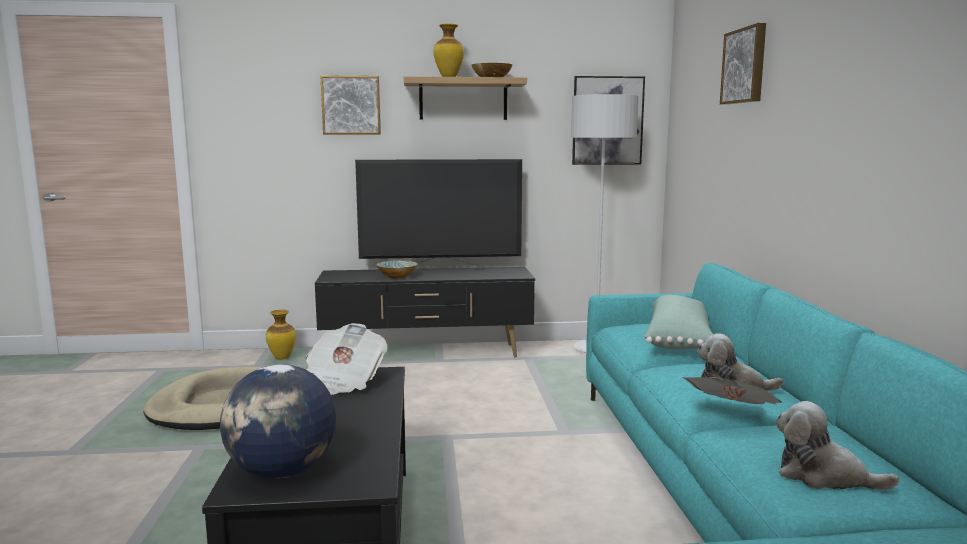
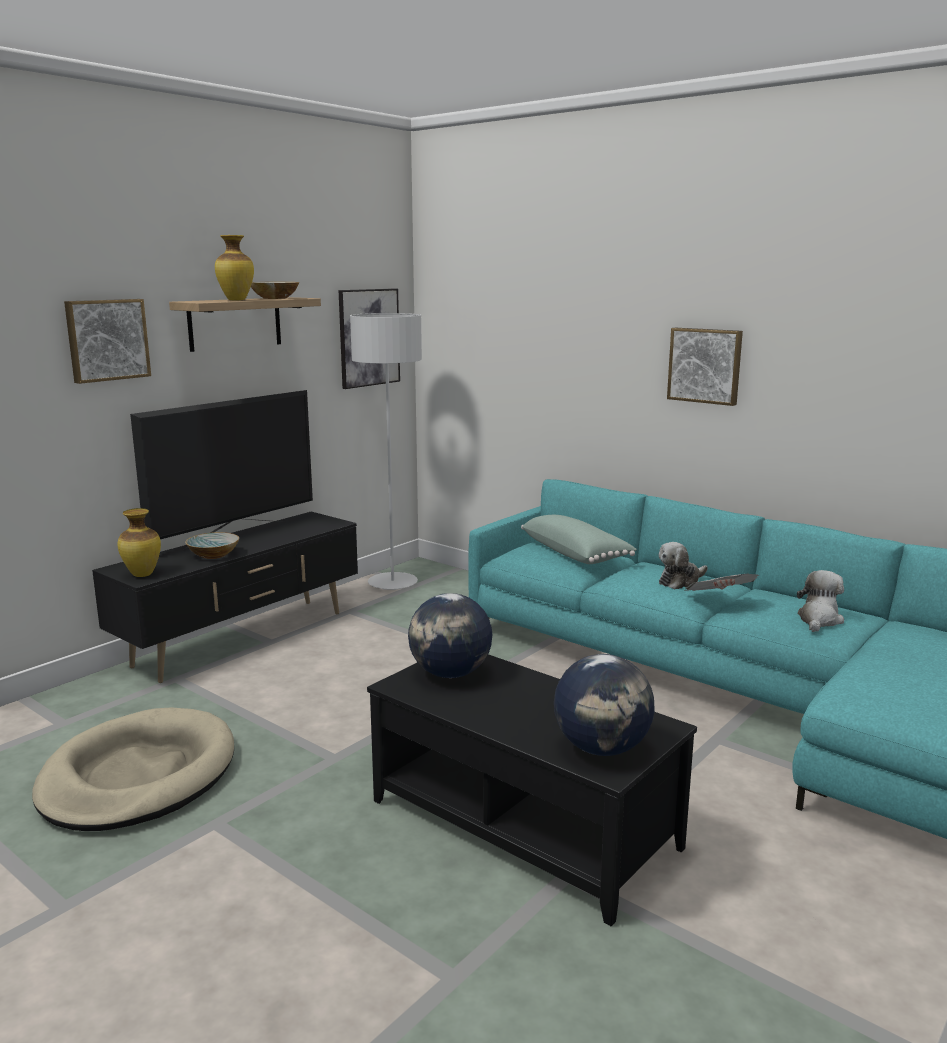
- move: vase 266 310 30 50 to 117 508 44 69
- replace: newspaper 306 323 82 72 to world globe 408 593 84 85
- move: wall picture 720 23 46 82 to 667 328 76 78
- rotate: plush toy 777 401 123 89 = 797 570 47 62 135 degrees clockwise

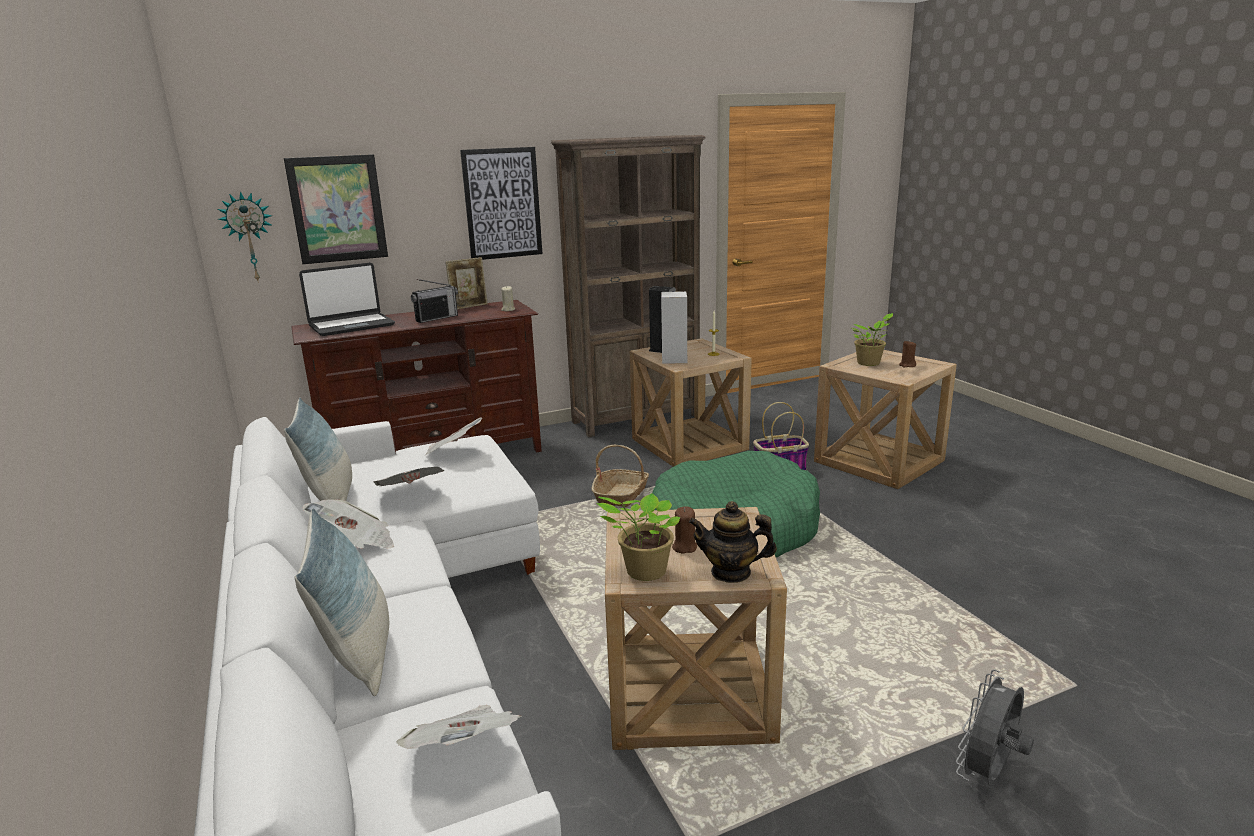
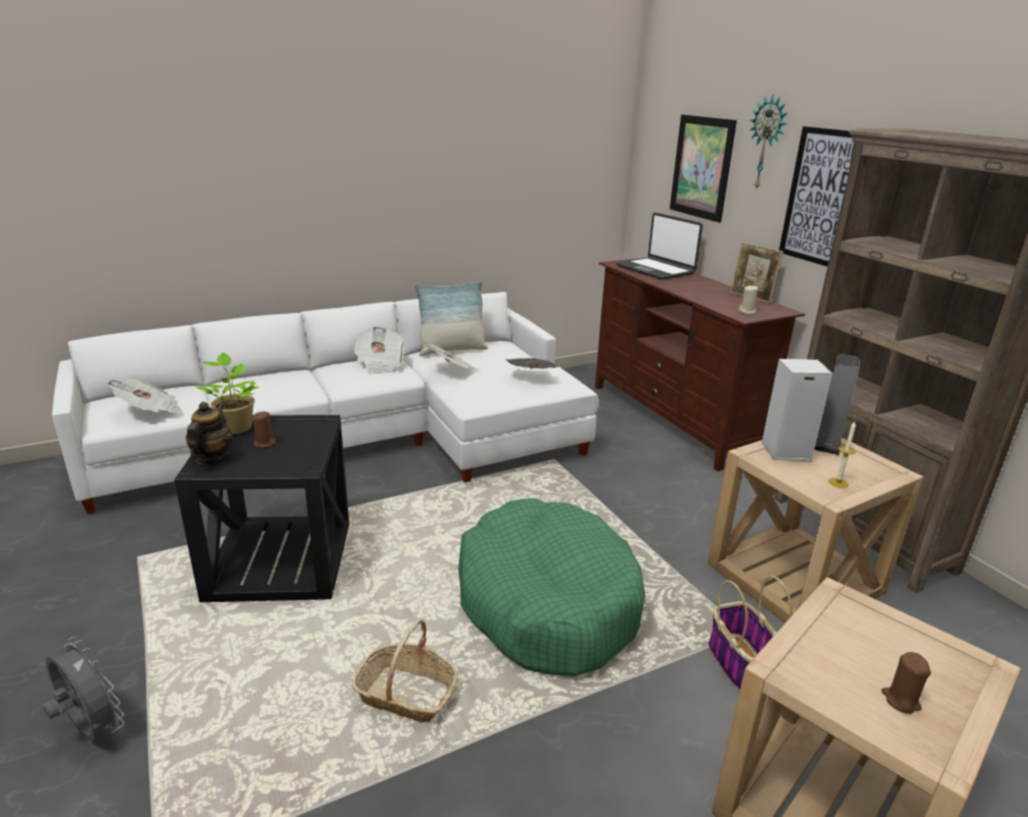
- move: wall clock 218 191 54 92 to 750 95 38 95
- delete: pillow 295 508 94 188
- delete: radio receiver 411 279 47 44
- move: storage basket 592 445 57 62 to 352 619 106 103
- recolor: end table in sand-coloured 605 507 182 243 to end table in blackish 174 415 176 187
- delete: plant in a pot 852 313 41 53

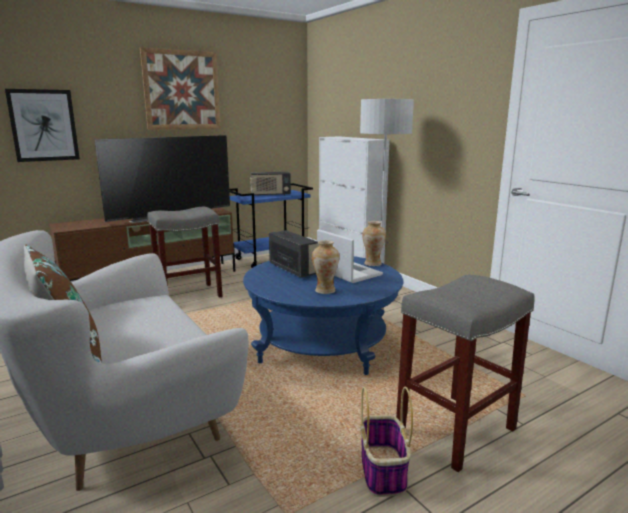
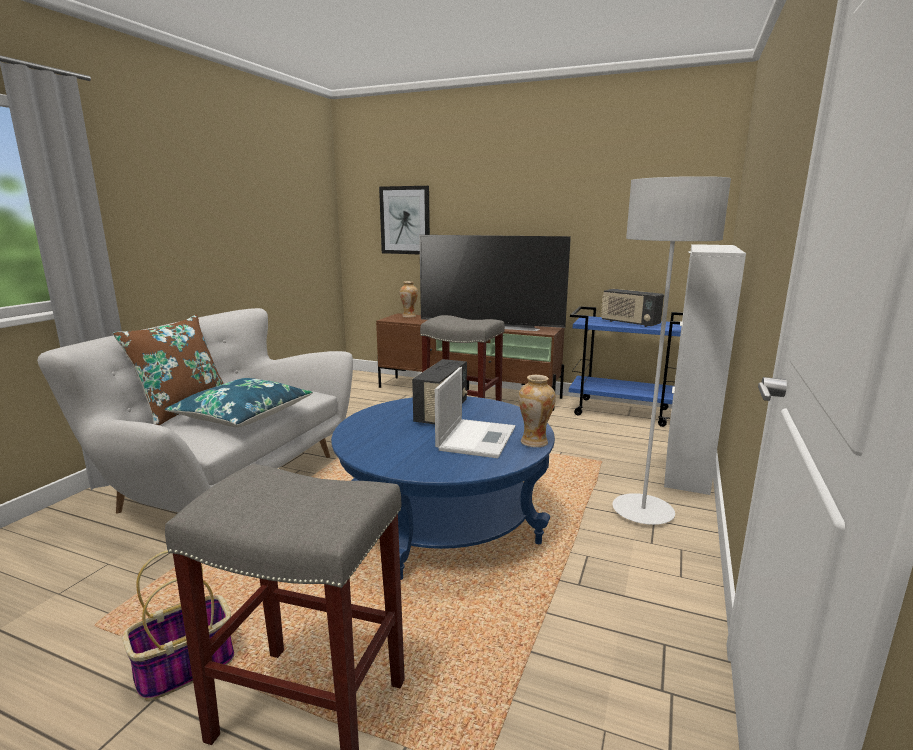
- delete: wall picture 140 47 81 83
- move: vase 312 240 27 54 to 399 281 19 37
- insert: pillow in blue 165 378 148 49

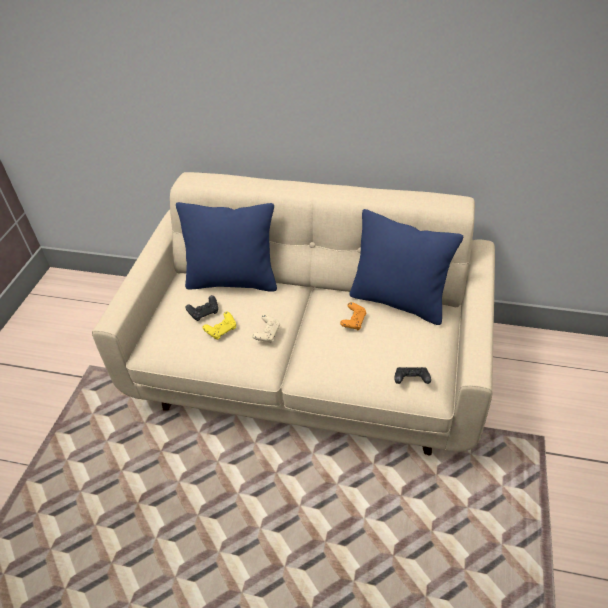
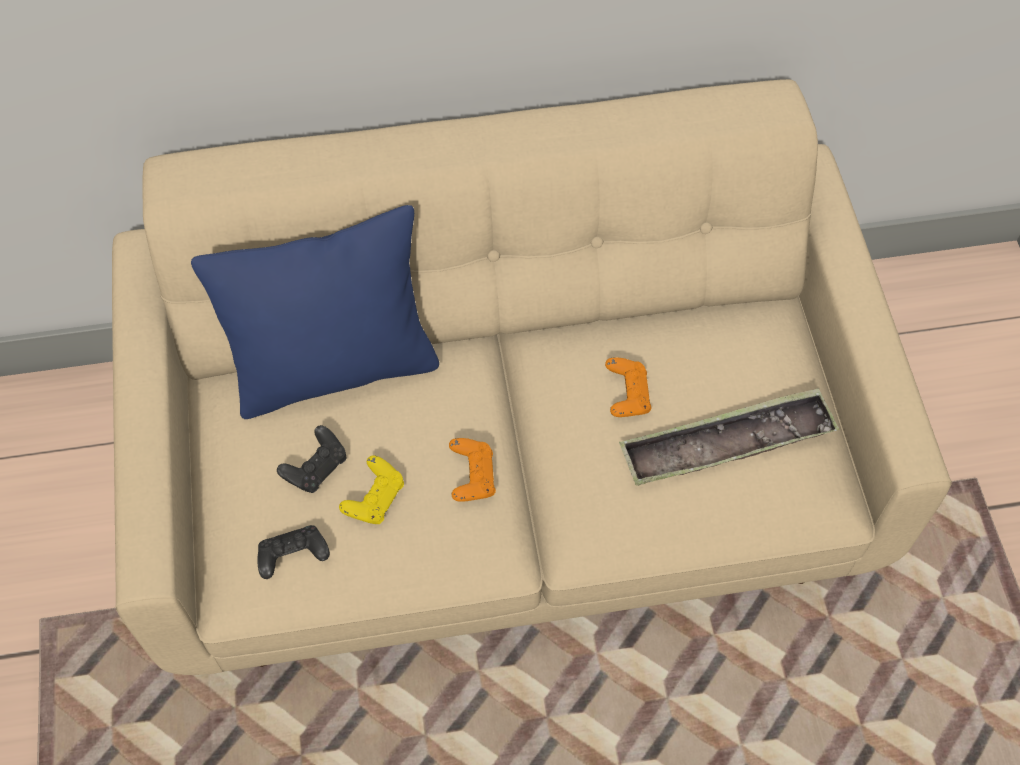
- recolor: game controller in sand-coloured 252 315 28 28 to game controller in orange-coloured 449 438 47 64
- delete: pillow in blue 349 209 114 116
- move: game controller in blackish 394 367 37 17 to 257 525 73 54
- insert: tray 619 388 221 98

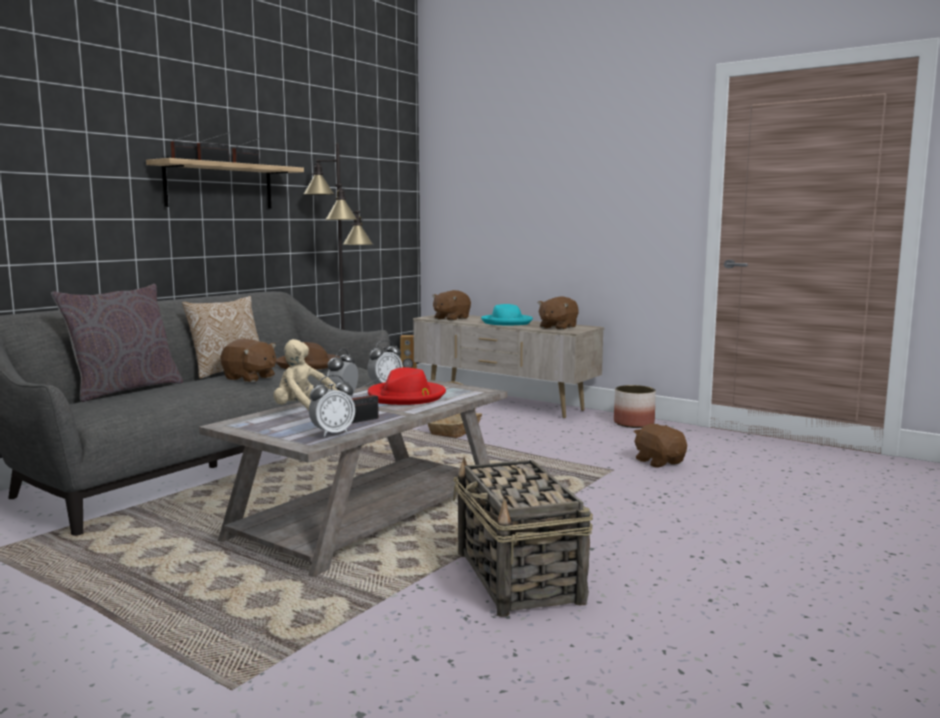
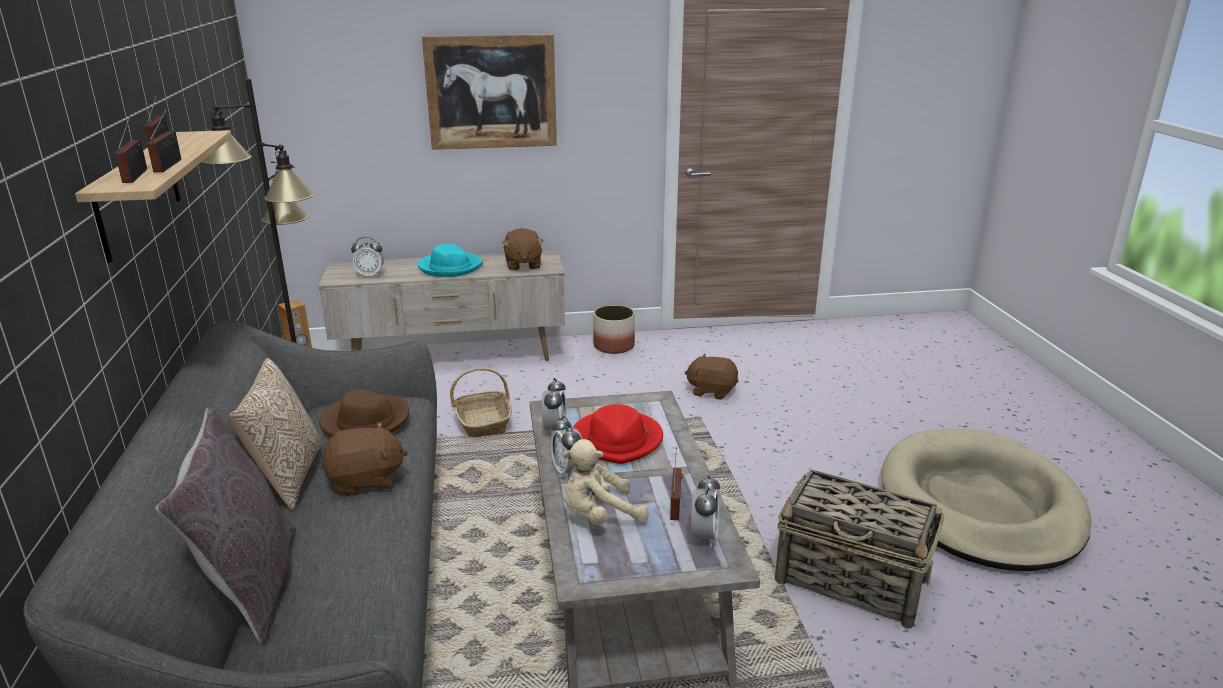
- replace: plush toy in brownish 432 290 39 31 to table clock 351 237 33 40
- insert: wall picture 422 34 135 116
- insert: dog bed in sand-coloured 881 428 210 143

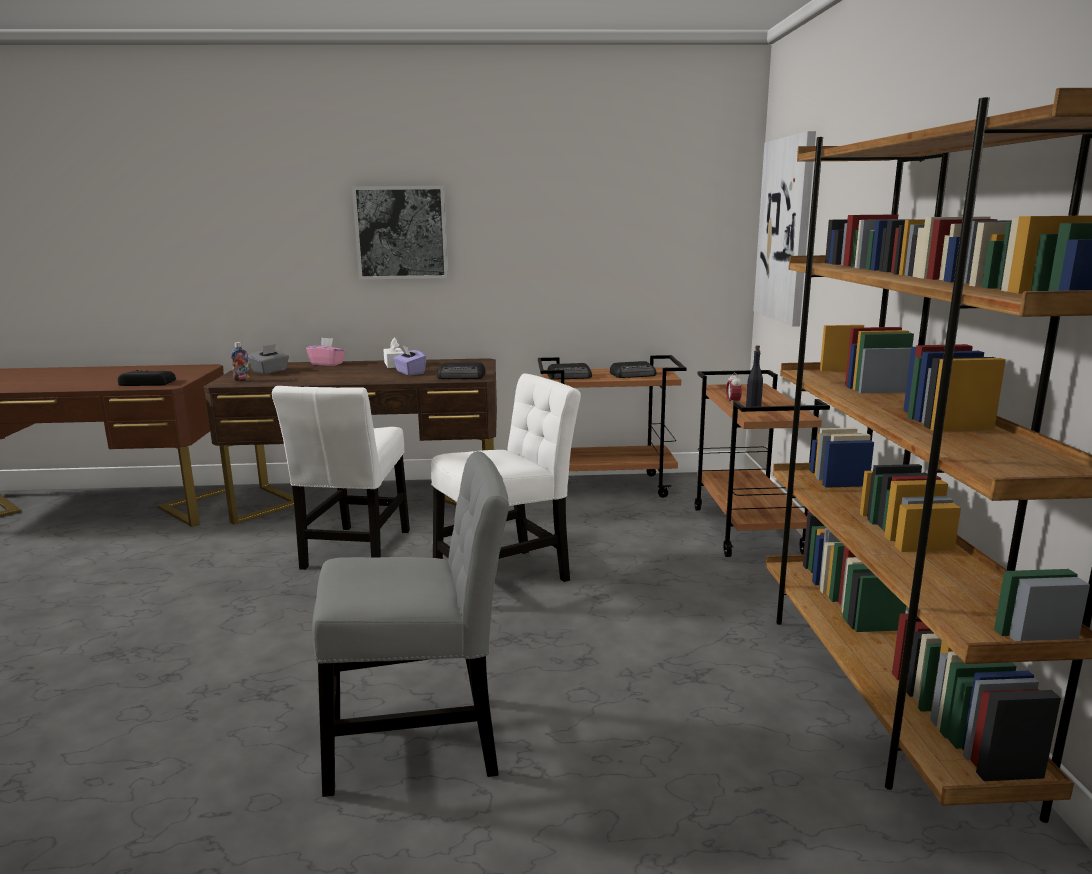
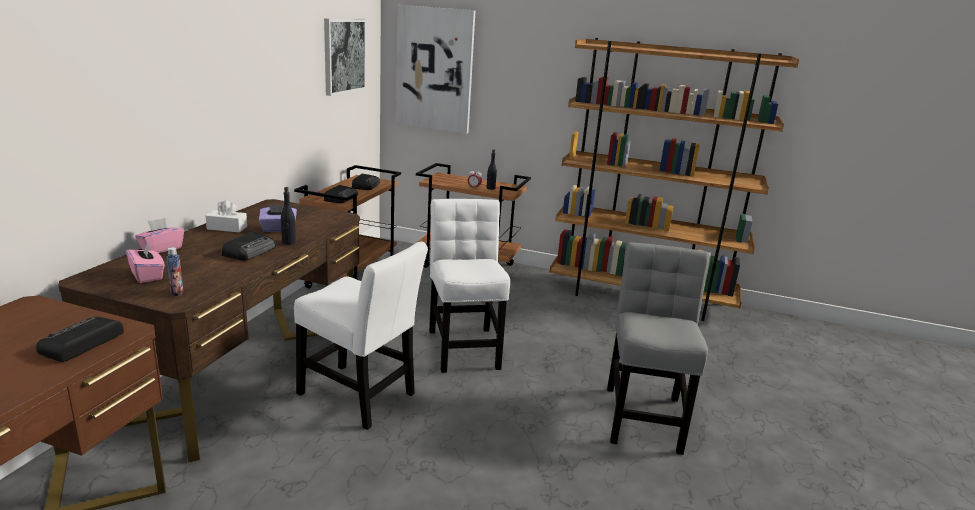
- recolor: tissue box in greyish 248 344 41 30 to tissue box in pink-coloured 126 243 39 40
- move: wall picture 352 186 96 93 to 324 18 42 78
- move: radio receiver 437 362 48 17 to 222 232 54 29
- insert: beverage bottle in blackish 281 187 15 58

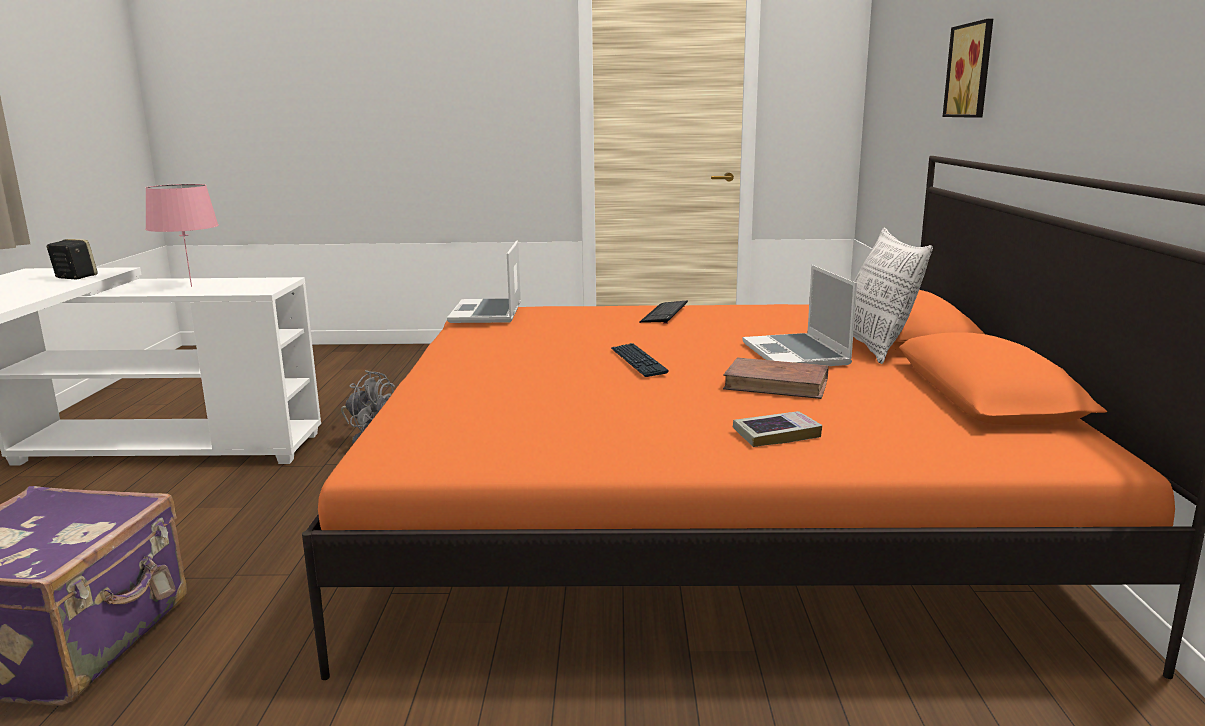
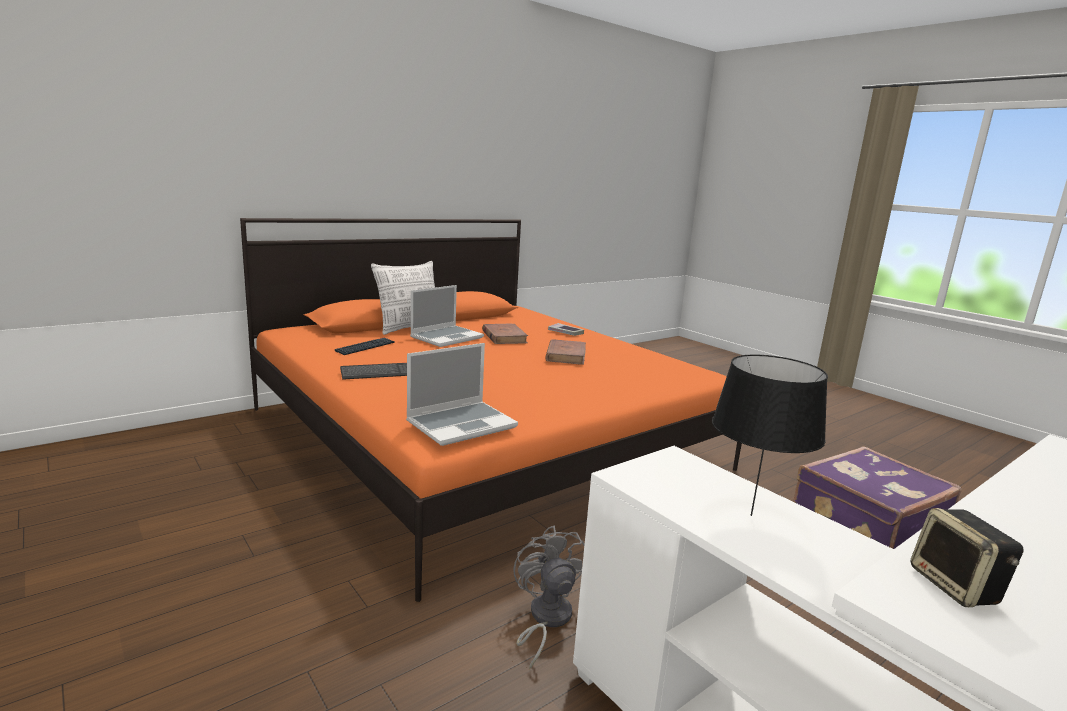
- recolor: tabletop lamp in pink-coloured 145 184 74 103 to tabletop lamp in blackish 712 354 116 162
- move: PC keyboard 611 343 58 34 to 335 337 60 18
- delete: wall picture 943 19 50 99
- insert: bound book in brownish 545 339 41 26

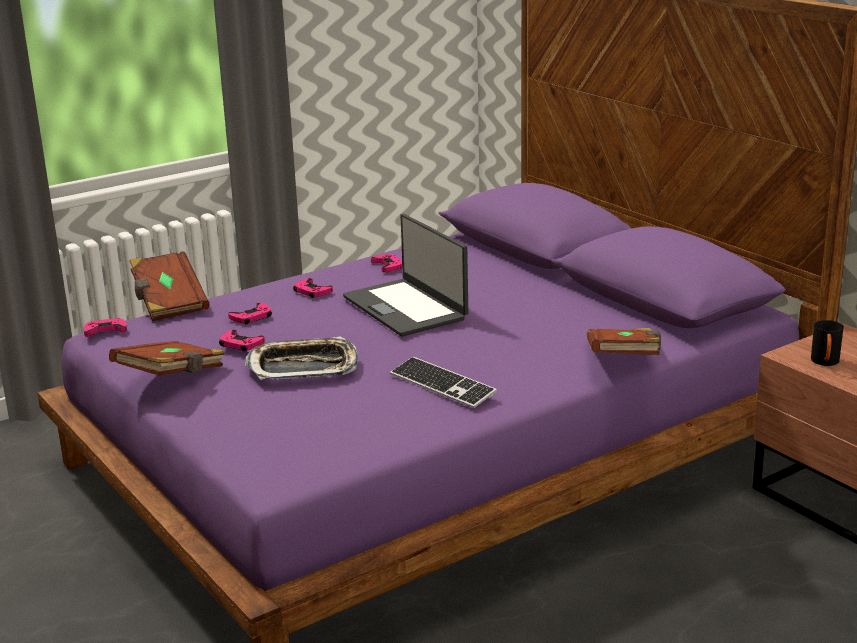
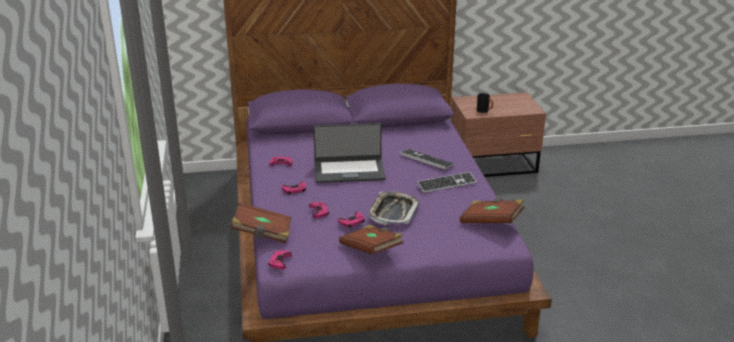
- move: bound book in brownish 587 328 74 27 to 460 198 65 25
- insert: PC keyboard 400 149 55 21

